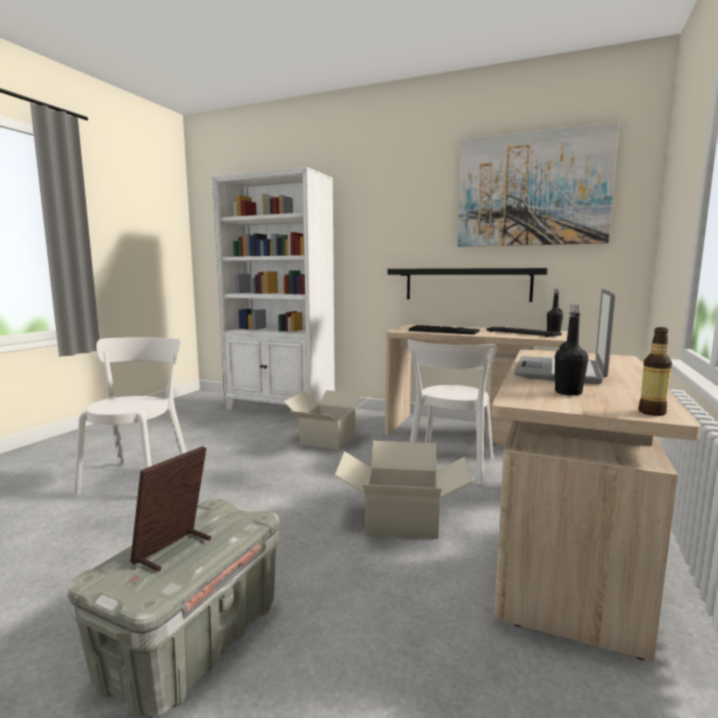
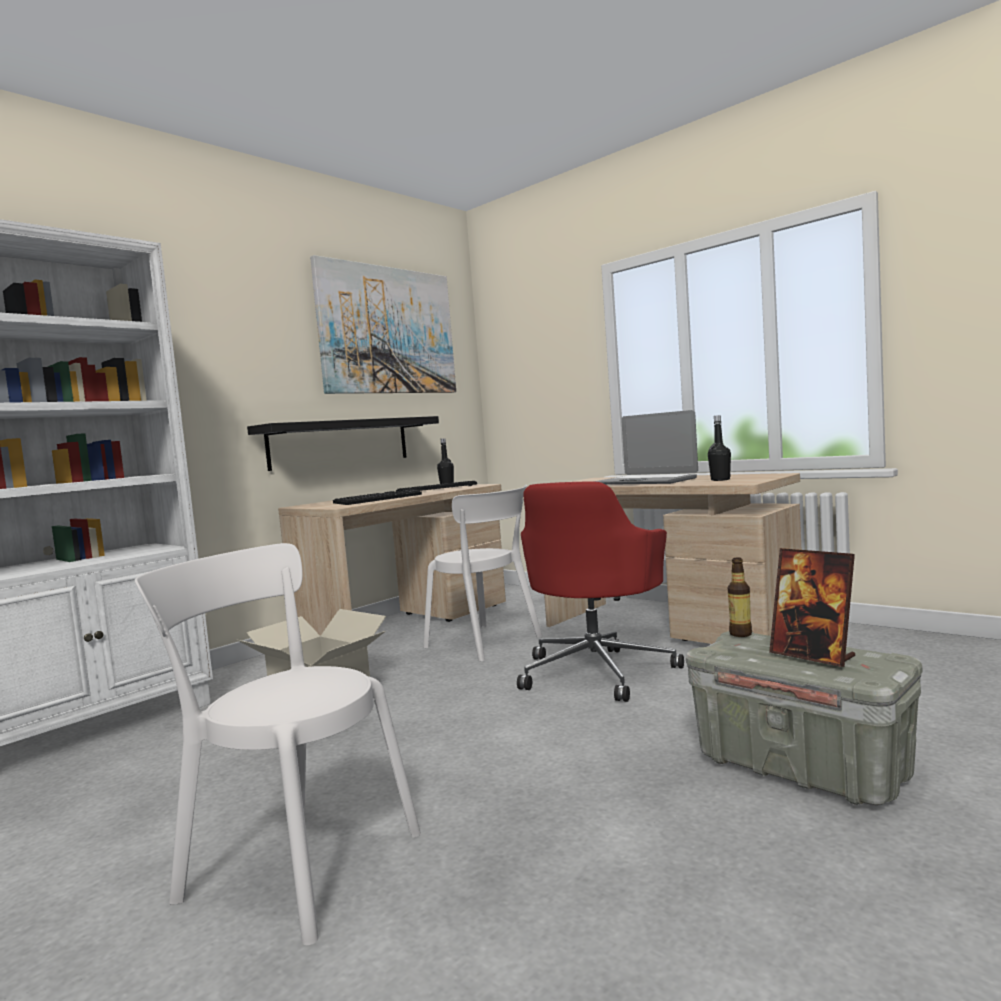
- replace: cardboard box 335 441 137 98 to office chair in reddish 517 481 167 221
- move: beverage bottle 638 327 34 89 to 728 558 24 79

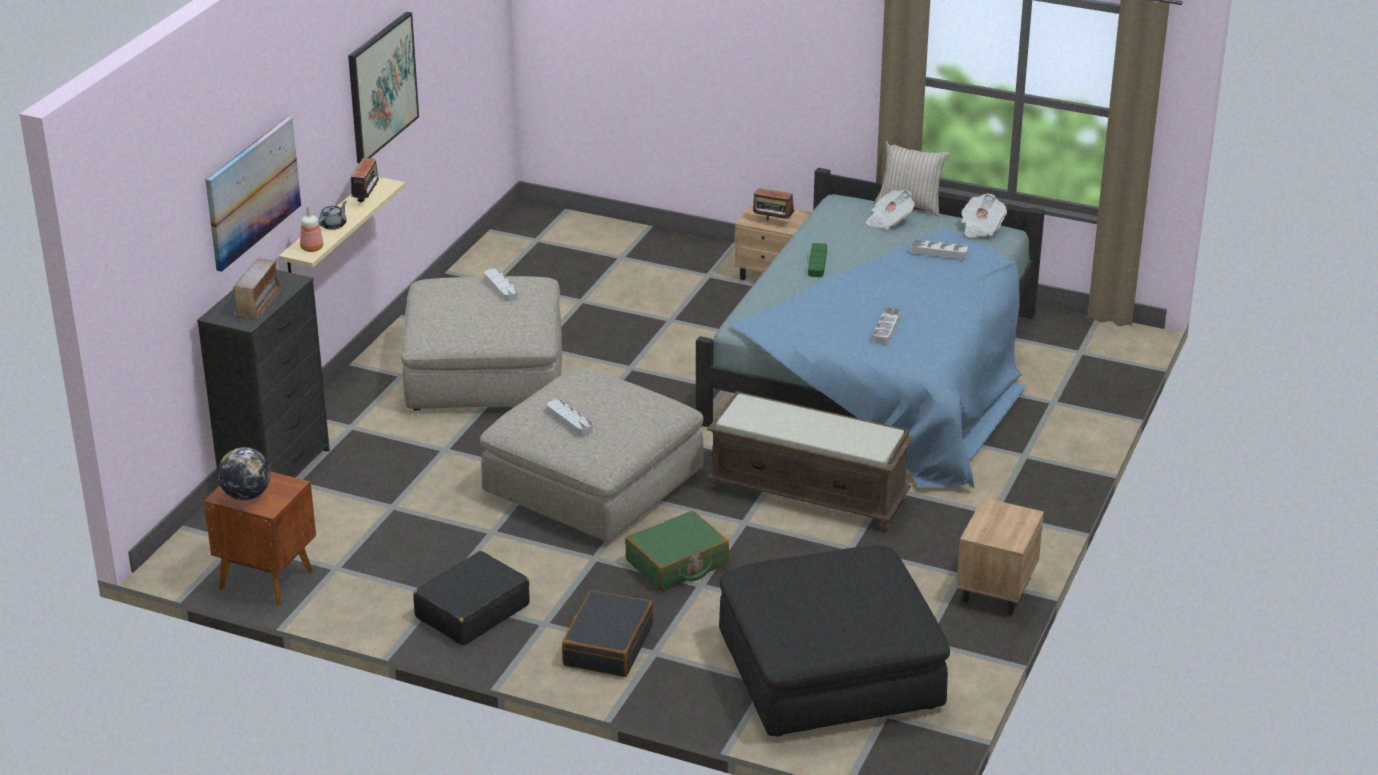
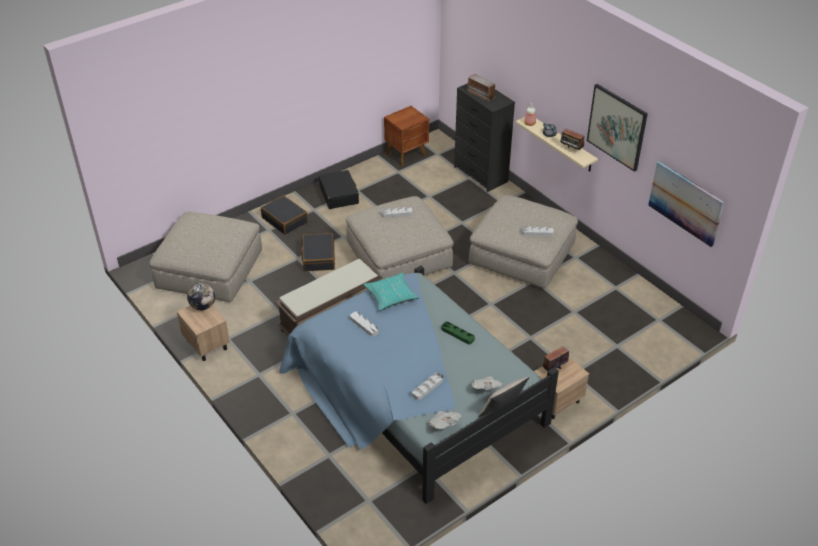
- move: wall picture 206 117 95 155 to 648 161 77 86
- move: world globe 217 447 54 53 to 187 283 28 27
- recolor: piece of luggage in green-coloured 625 511 104 80 to piece of luggage in blackish 301 233 34 38
- recolor: pouffe in blackish 719 546 231 191 to pouffe in sand-coloured 150 212 112 90
- insert: pillow in turquoise 363 273 56 38

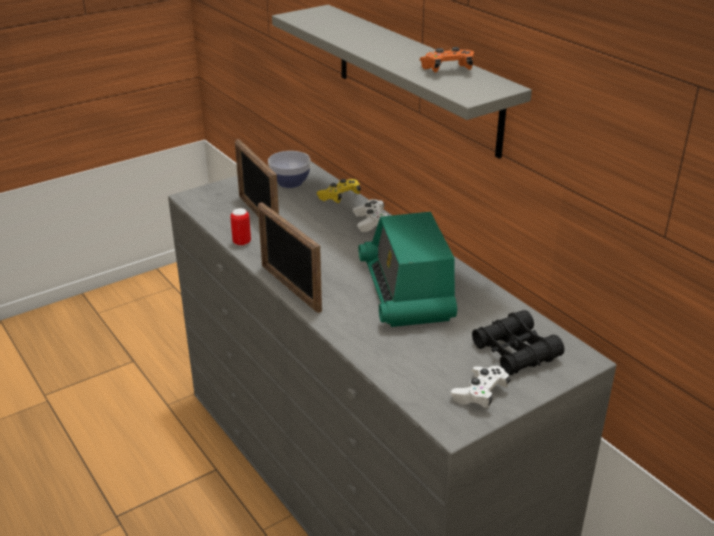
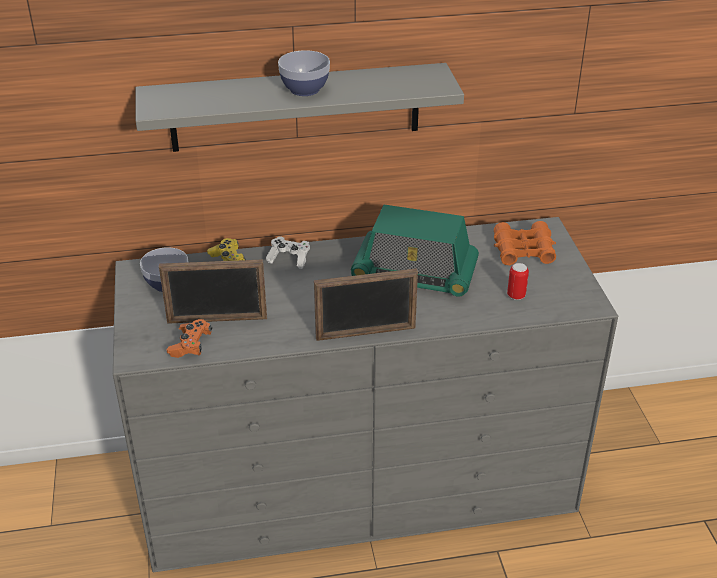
- move: sealed can 230 208 21 38 to 507 263 22 37
- move: game controller in orange-coloured 419 47 55 25 to 167 319 45 39
- delete: game controller in white-coloured 450 366 61 43
- recolor: field glasses in blackish 472 310 93 66 to field glasses in orange-coloured 494 221 62 44
- insert: serving bowl 278 50 52 46

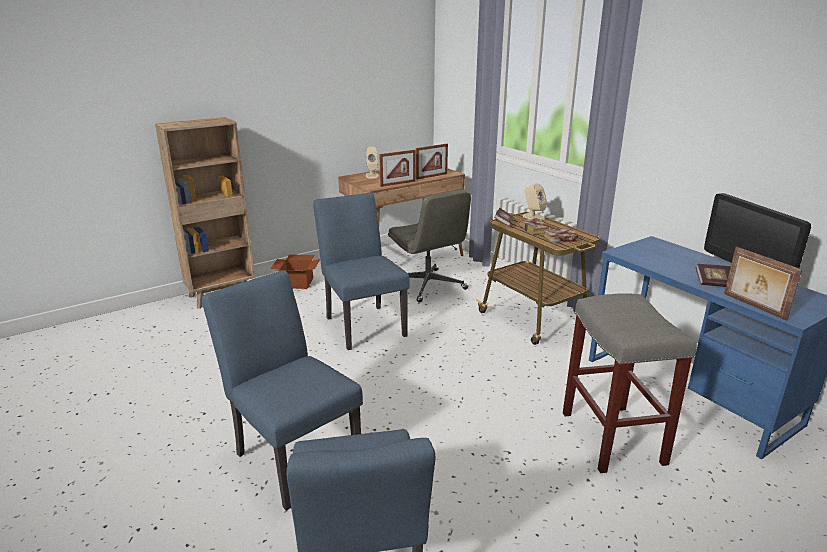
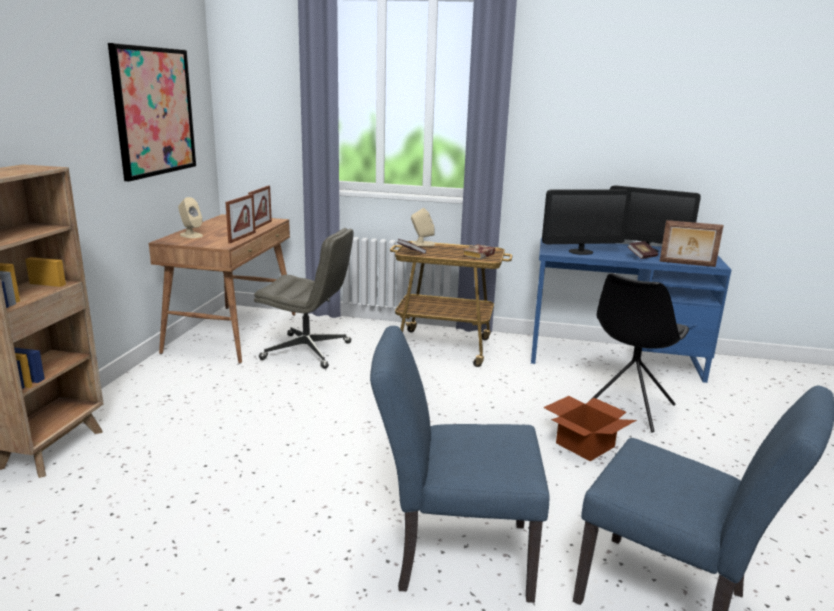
- move: cardboard box 270 254 50 35 to 543 396 94 65
- delete: plain chair in blue 313 193 97 157
- delete: bound book 519 218 32 17
- replace: sitting stool in greyish 563 293 134 180 to plain chair in blackish 588 273 101 159
- insert: wall picture 108 43 88 138
- insert: computer display 542 190 89 65

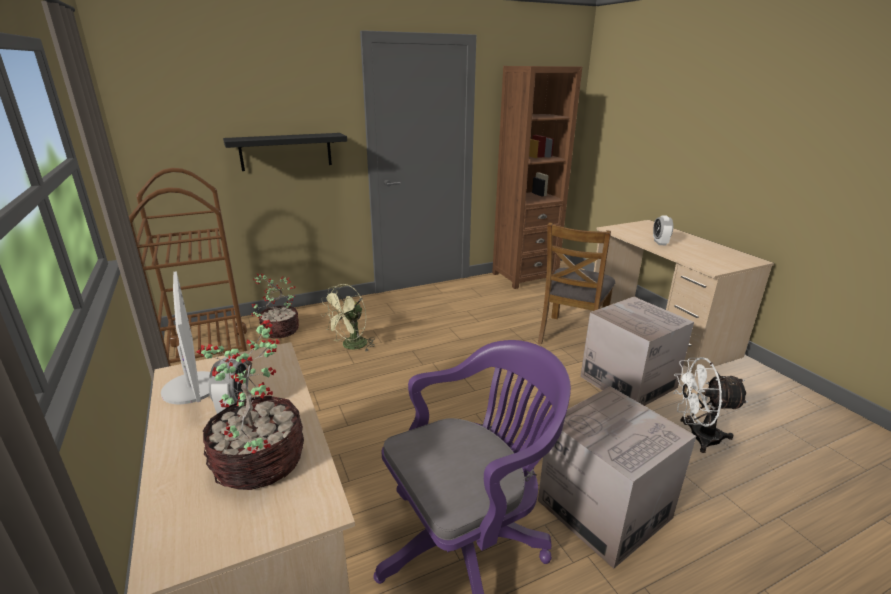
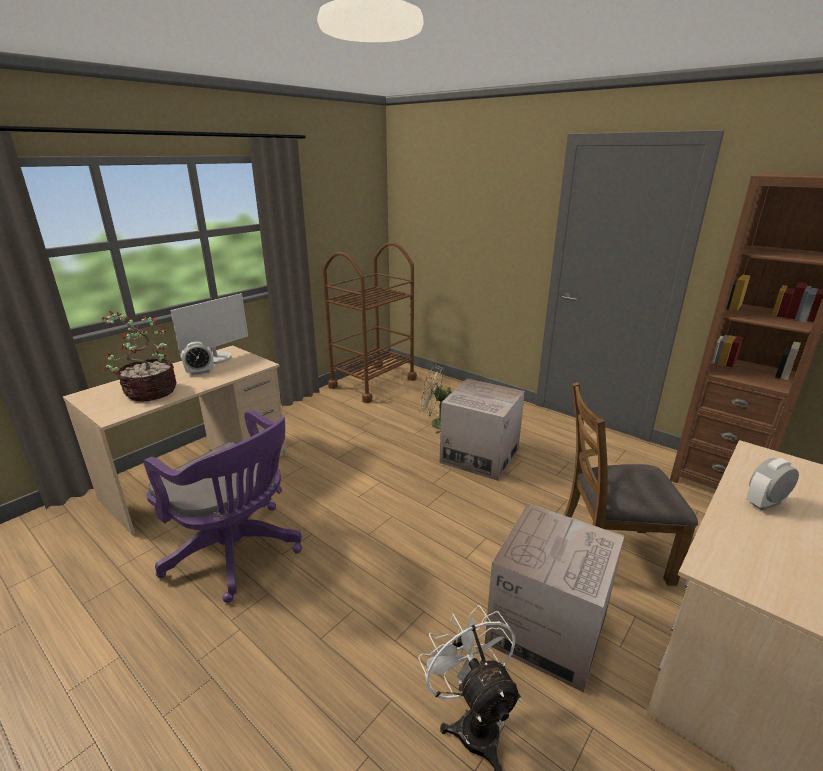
- delete: shelf in blackish 223 133 124 38
- delete: plant in a pot 251 273 48 66
- move: cardboard box 538 386 158 183 to 440 379 85 102

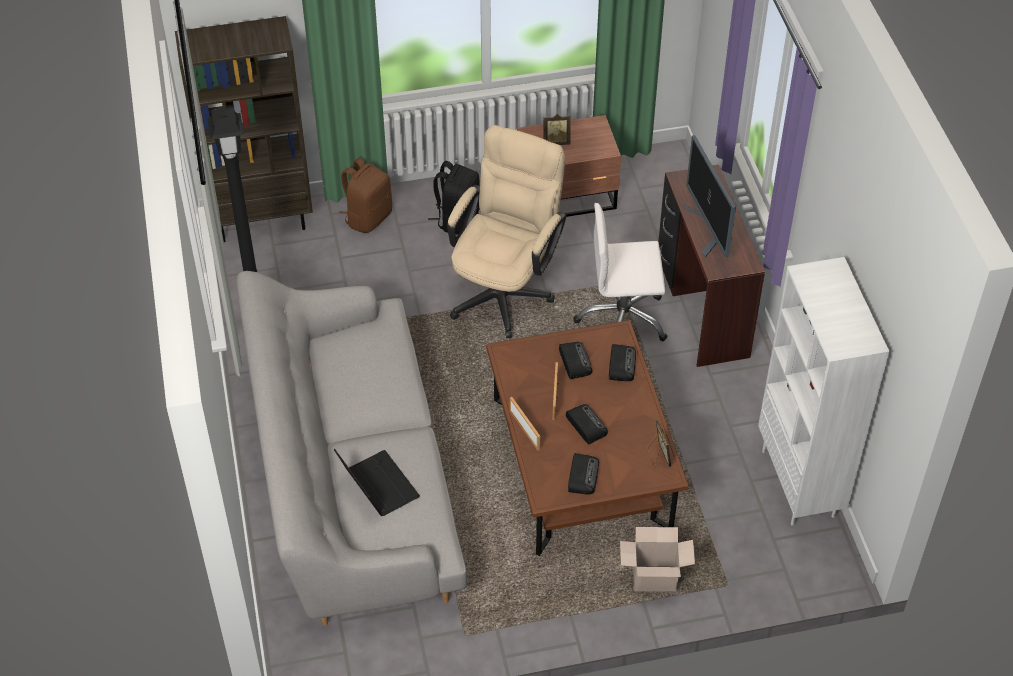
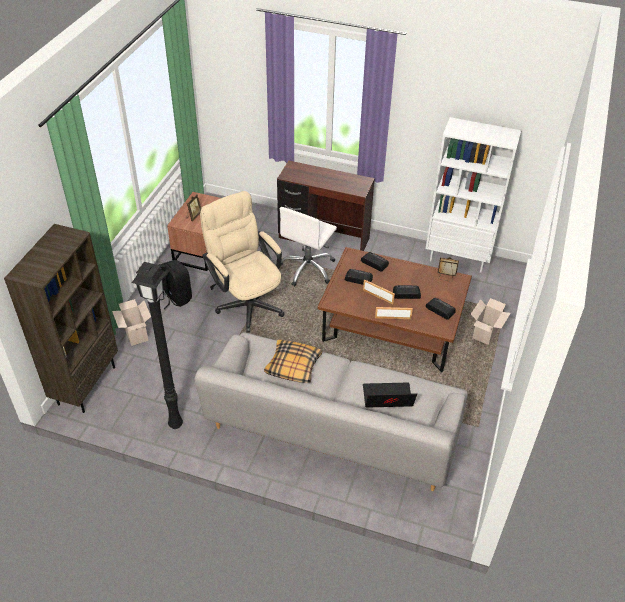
- replace: rucksack in brownish 339 158 53 75 to cardboard box 112 299 39 47
- delete: computer display 683 135 53 123
- insert: pillow 264 340 58 43

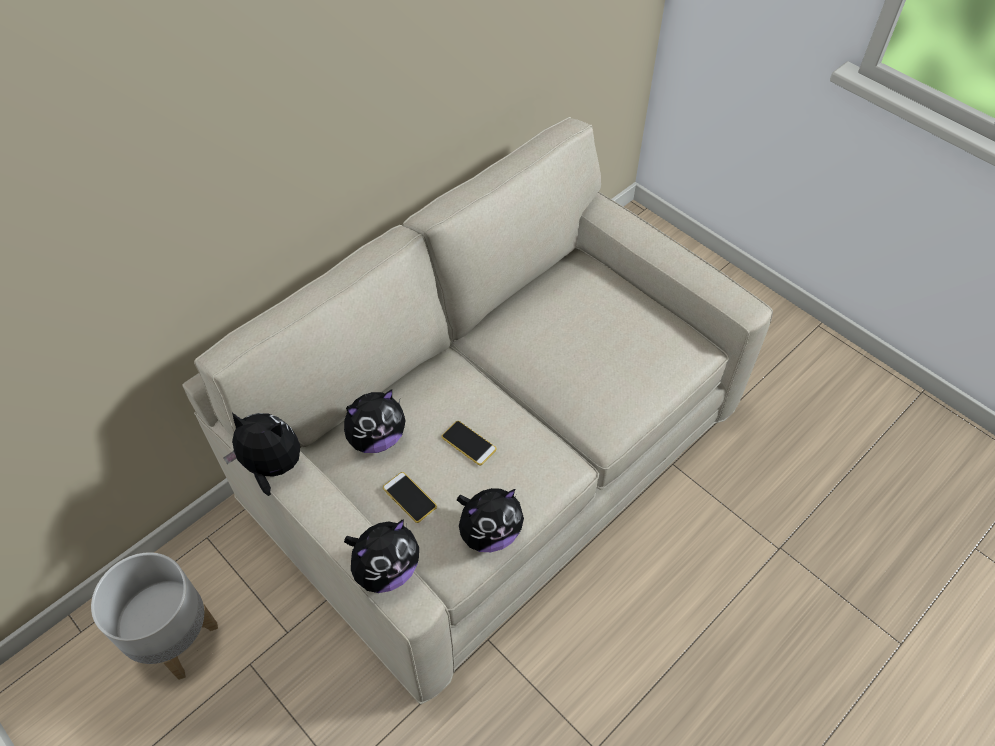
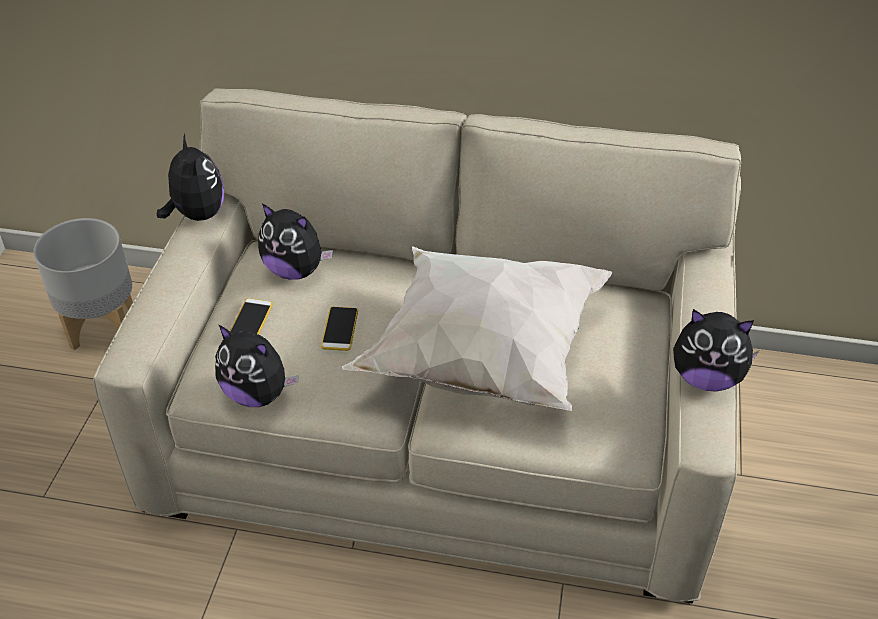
- move: plush toy 344 519 75 74 to 673 309 86 83
- insert: pillow in white-coloured 342 246 270 165

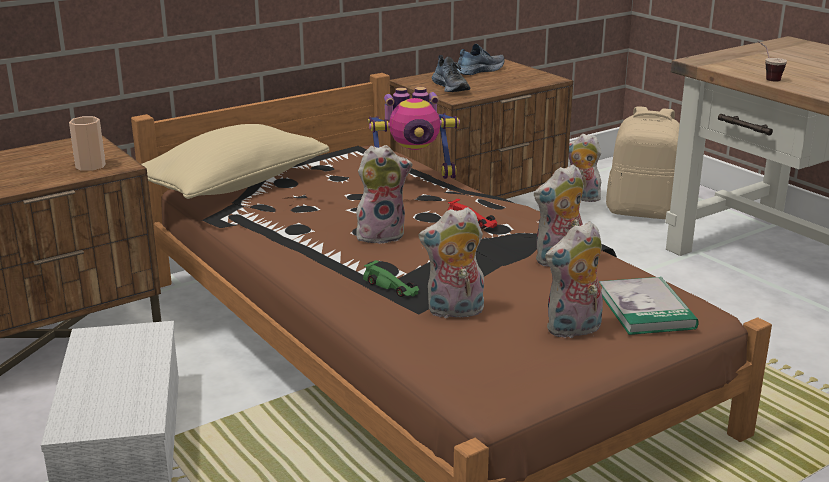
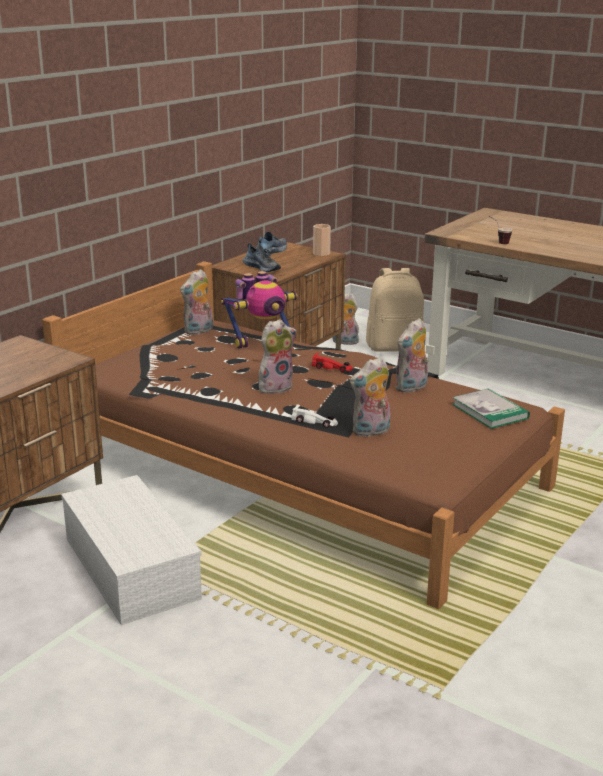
- move: drinking cup 69 116 37 55 to 313 224 18 32
- delete: pillow in sand-coloured 141 124 189 75
- recolor: miniature car in green-coloured 363 260 56 37 to miniature car in white-coloured 291 404 47 24
- move: plush toy 545 221 58 117 to 180 269 33 66

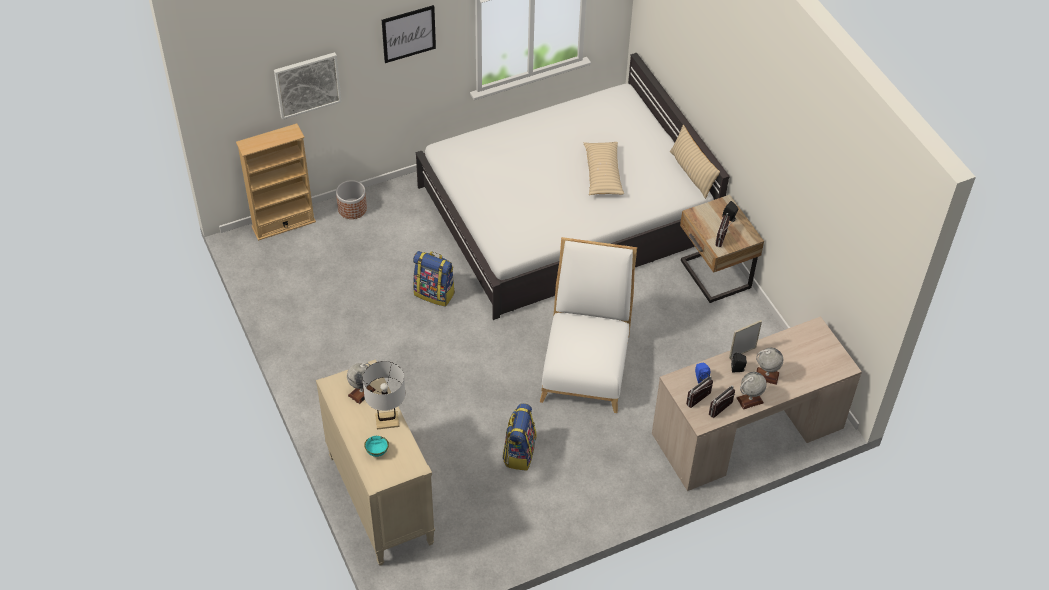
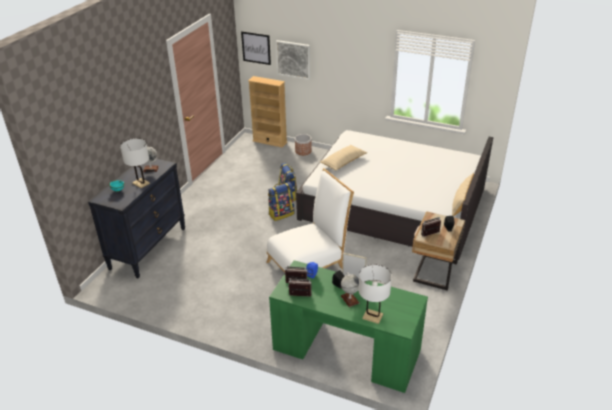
- recolor: dresser in sand-coloured 316 359 119 207 to dresser in blackish 88 158 97 120
- move: wall picture 382 5 54 58 to 241 31 30 34
- move: rucksack 503 404 34 67 to 268 182 26 39
- move: pillow in sand-coloured 583 142 41 53 to 320 145 47 26
- recolor: desk in sand-coloured 652 316 210 175 to desk in green-coloured 269 260 159 133
- delete: world globe 736 372 31 38
- insert: tabletop lamp in white-coloured 359 264 33 60

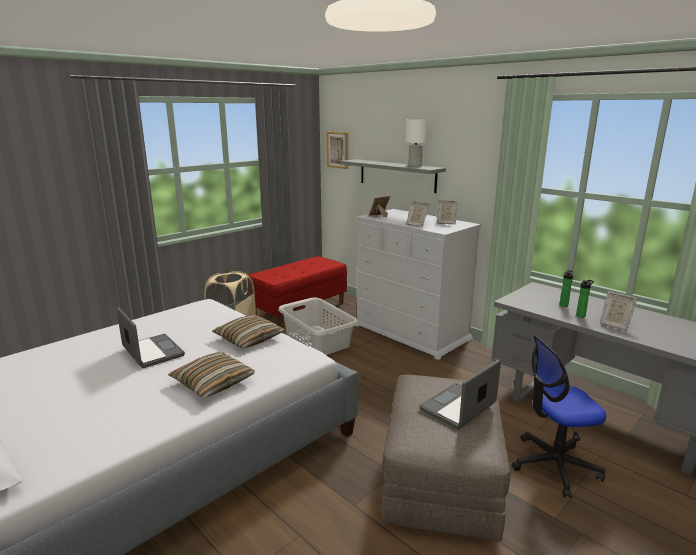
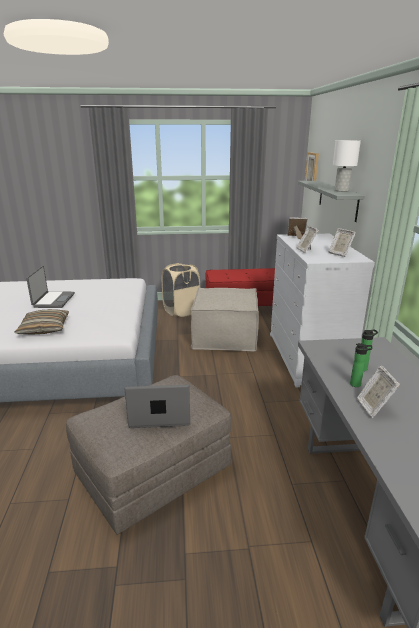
- delete: pillow 212 315 72 33
- replace: hamper in greyish 278 298 81 57 to pouffe in sand-coloured 191 287 68 65
- delete: office chair 511 335 95 163

